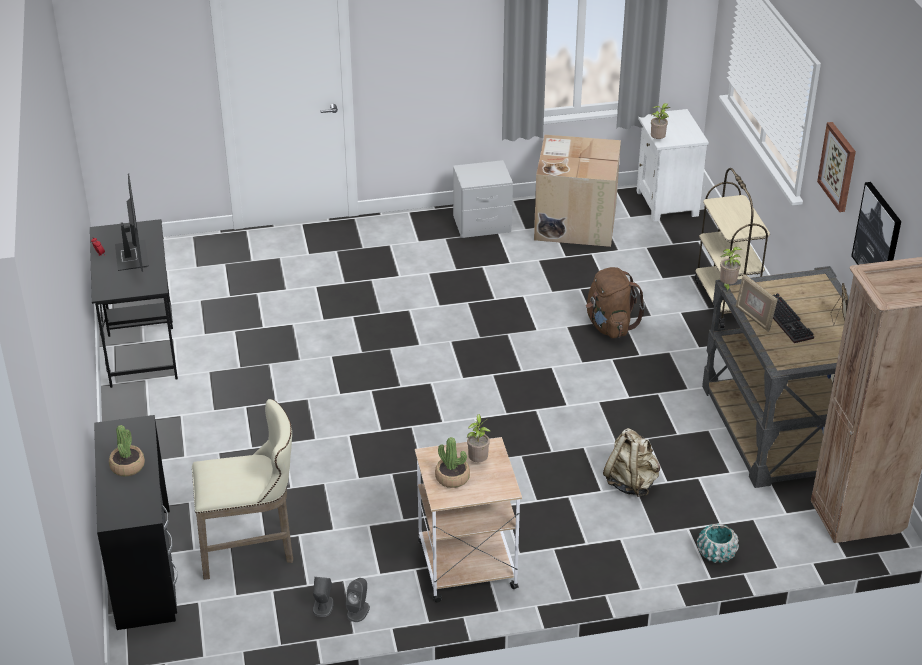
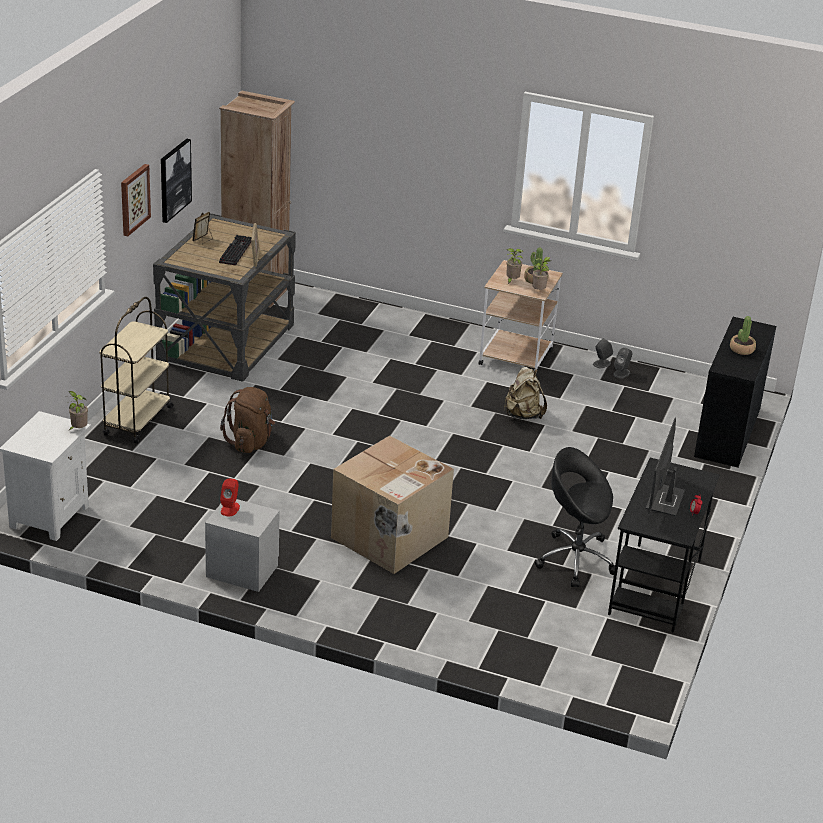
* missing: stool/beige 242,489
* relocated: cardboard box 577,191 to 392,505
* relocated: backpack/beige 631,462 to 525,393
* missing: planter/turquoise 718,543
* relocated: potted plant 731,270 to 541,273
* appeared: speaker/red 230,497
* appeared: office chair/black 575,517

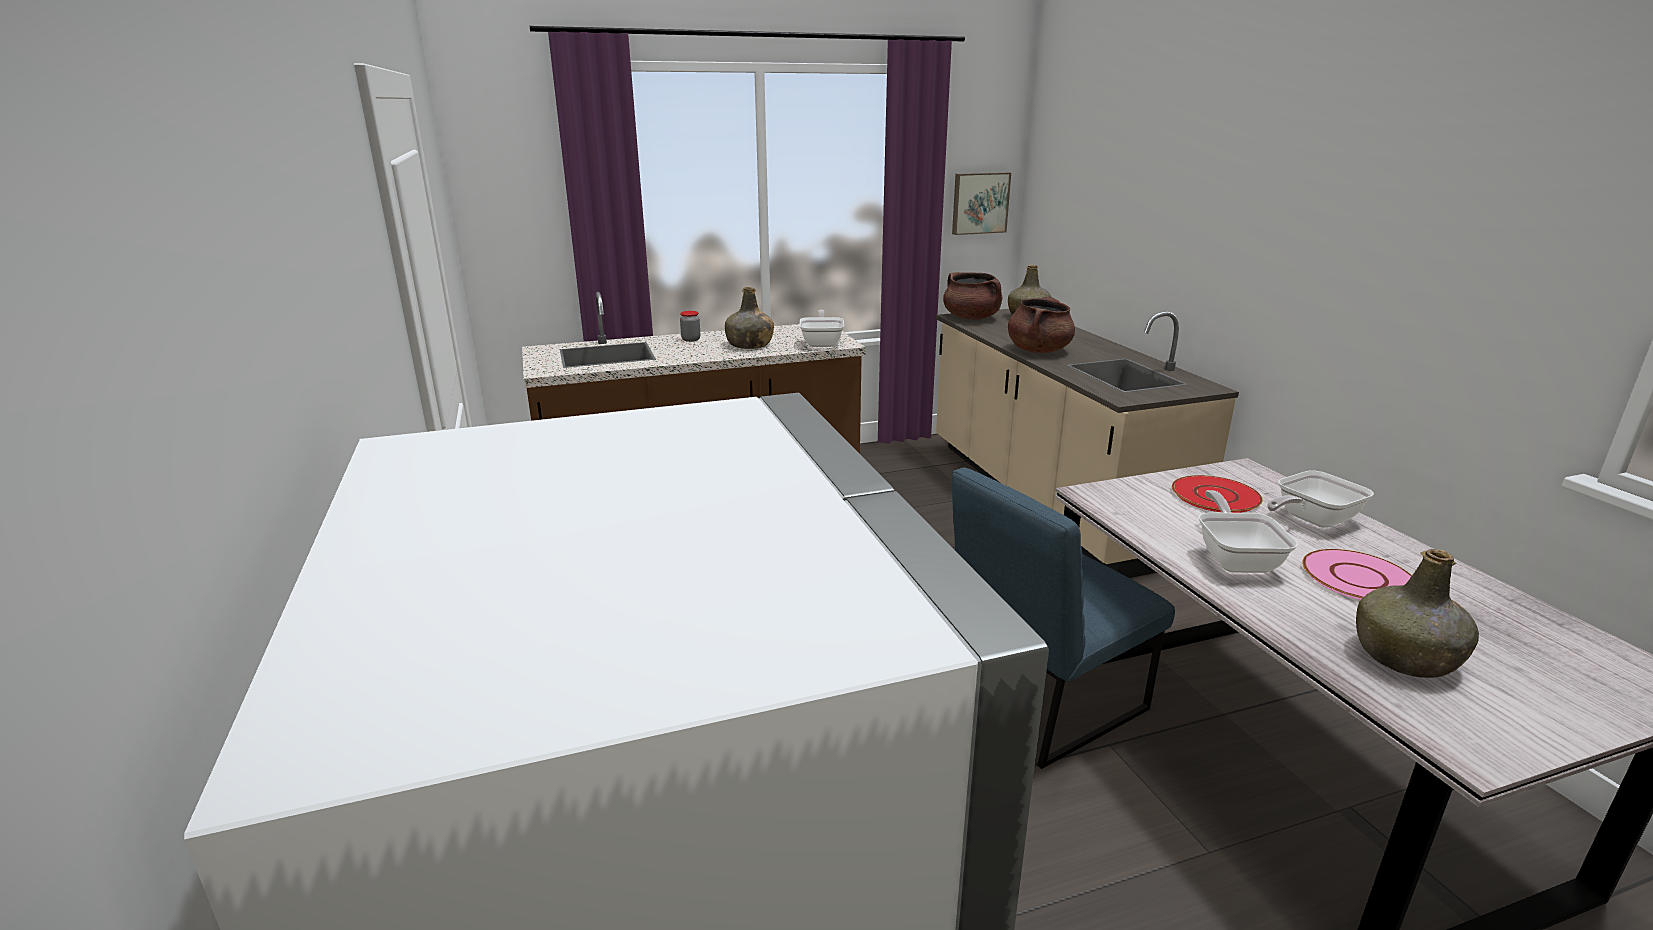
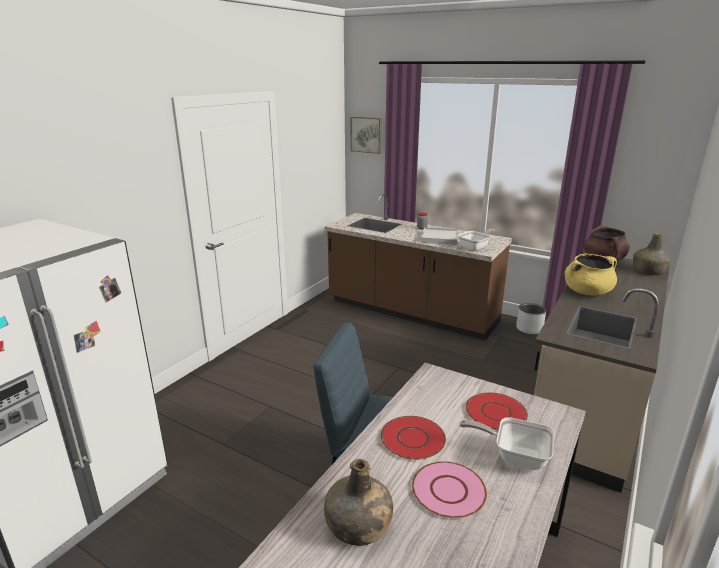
* exchanged: bottle/green 749,318 to tray/white 439,236
* relocated: picture 981,203 to 366,135
* colour: cooking pot/brown 1041,324 to cooking pot/yellow 591,274
* exchanged: frying pan 1248,531 to plate/red 413,438
* appeared: planter/grey 531,319

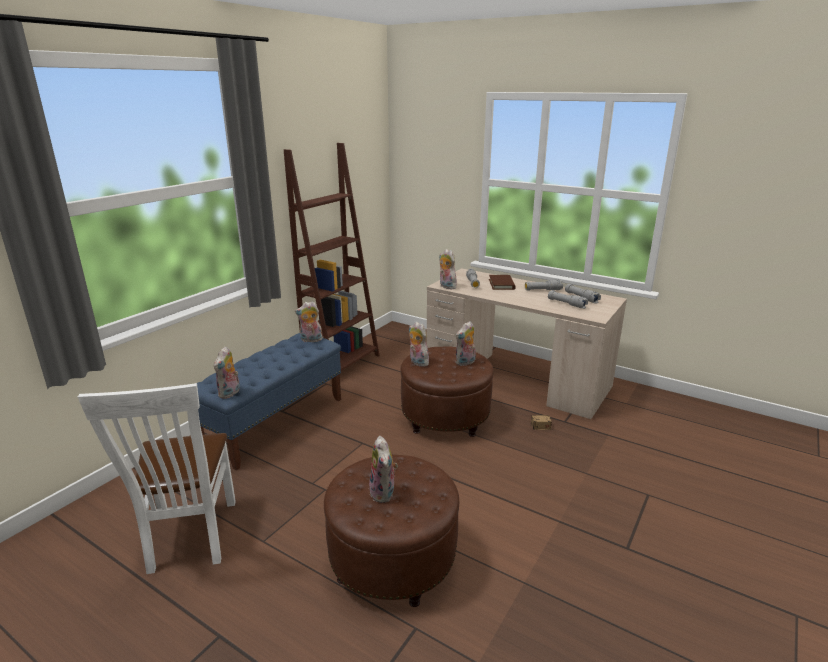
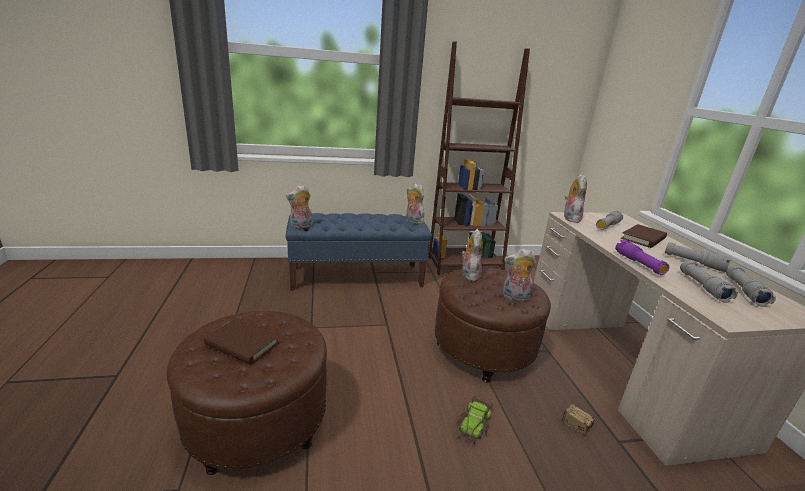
* missing: chair/white 157,478
* exchanged: plush toy 383,469 to book/brown 241,341
* appeared: toy car 474,421
* appeared: flashlight/purple 642,257

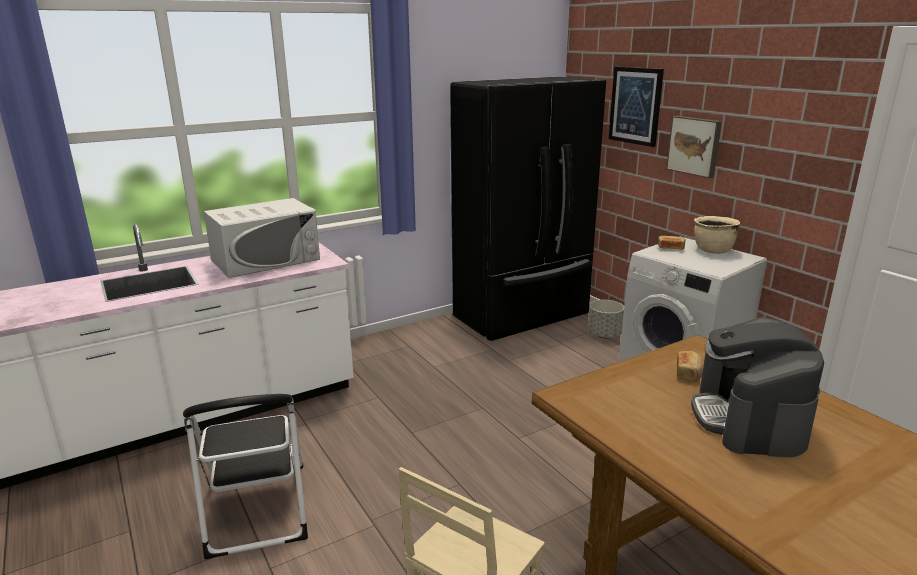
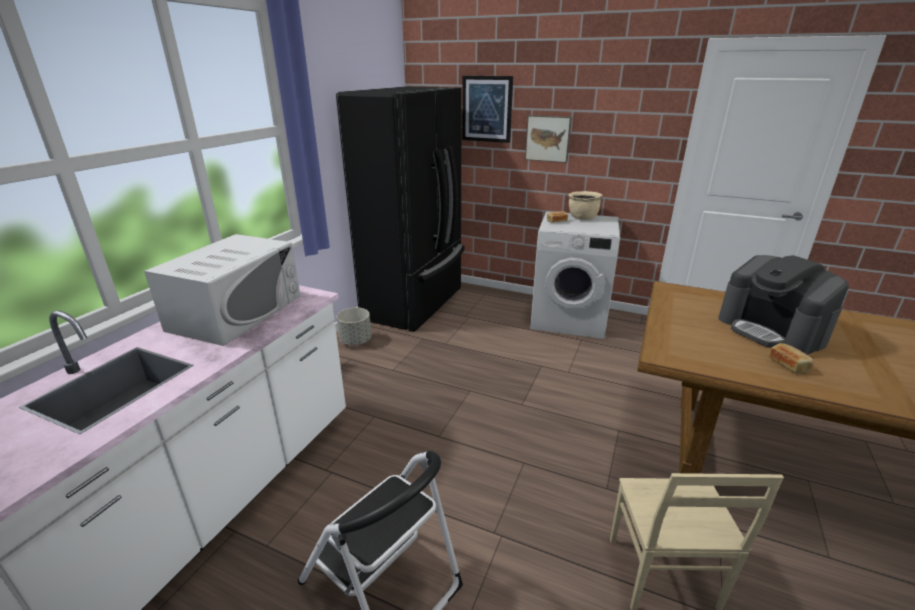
* relocated: planter/grey 606,319 to 354,326
* relocated: bread 690,366 to 791,358

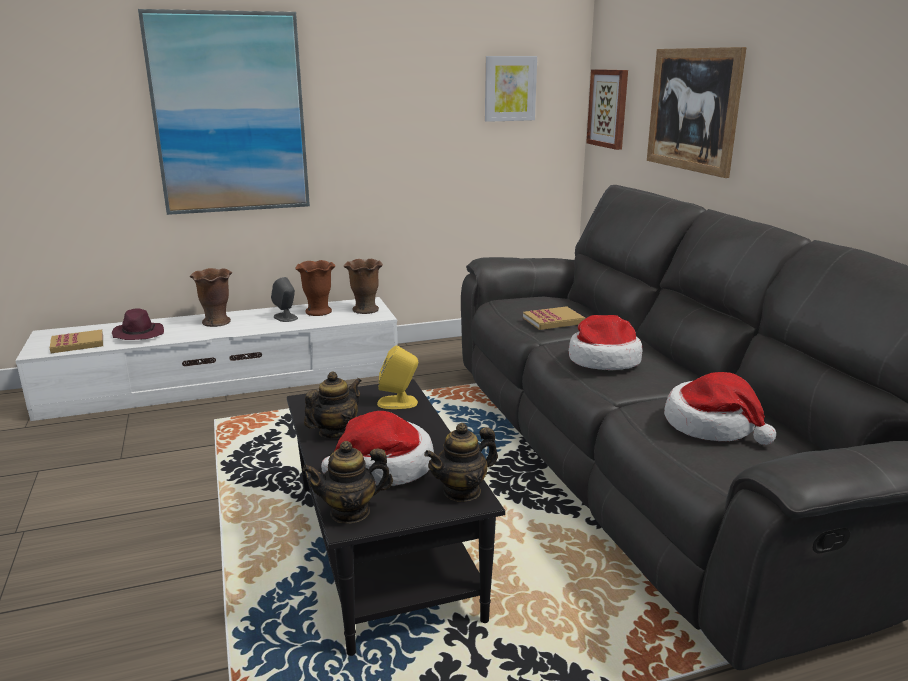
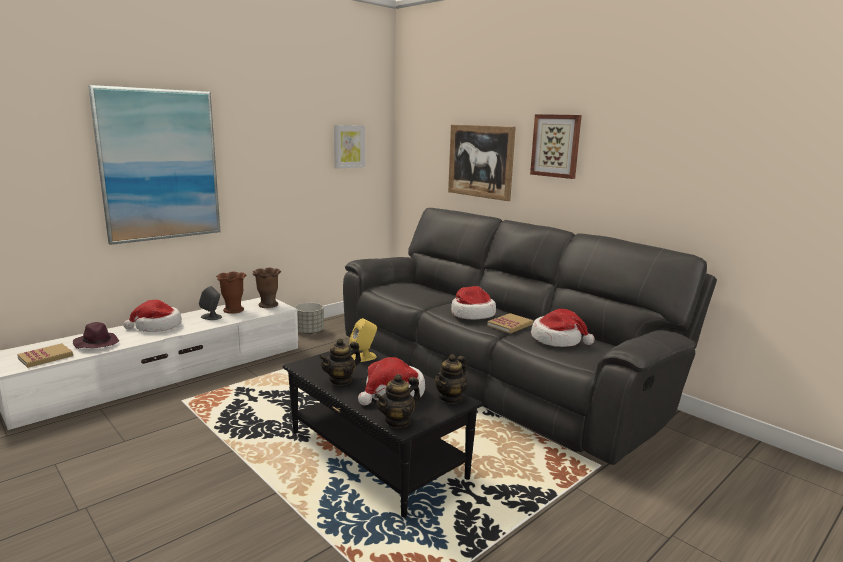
* exchanged: vase/brown 211,297 to hat 152,315
* spun: teapot 333,404 = 340,362 150 degrees counterclockwise
* relocated: book 554,318 to 510,323
* relocated: picture 607,109 to 556,146
* appeared: planter/grey 309,318

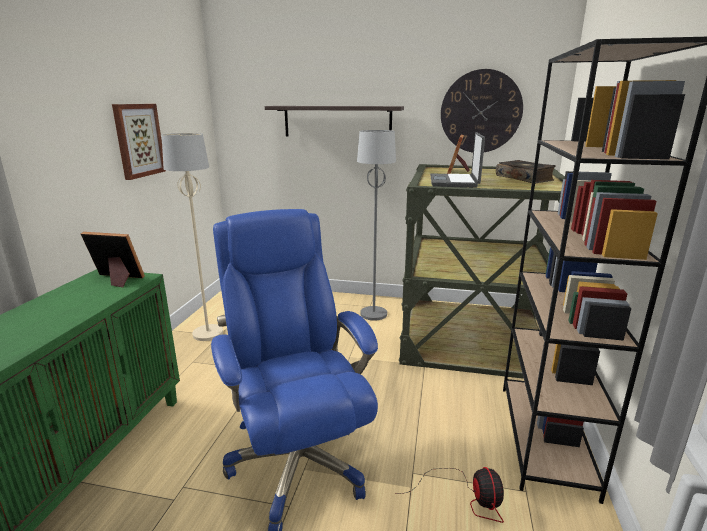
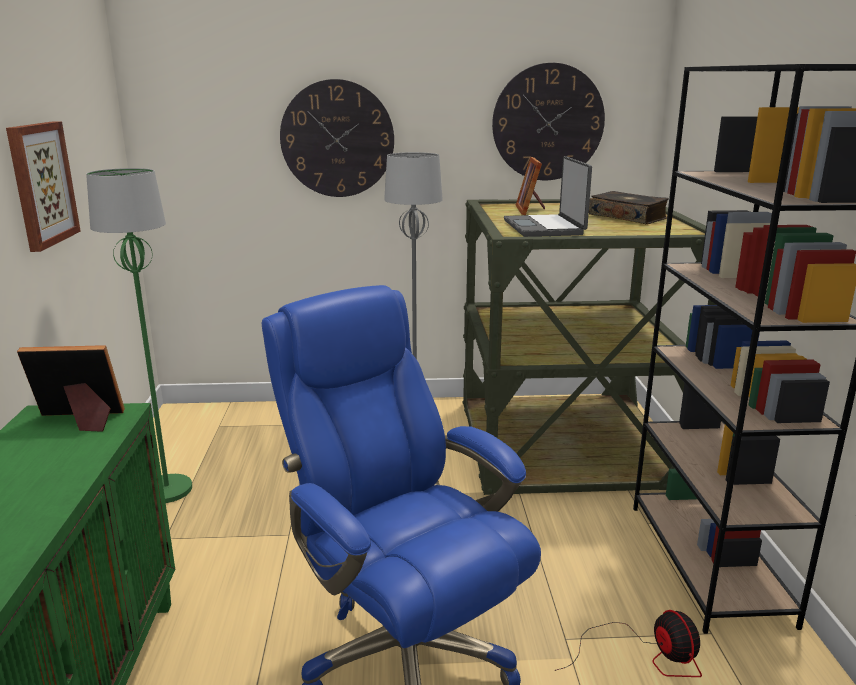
* colour: floor lamp/beige 192,237 to floor lamp/green 139,335
* exchanged: shelf 334,121 to wall clock 337,138

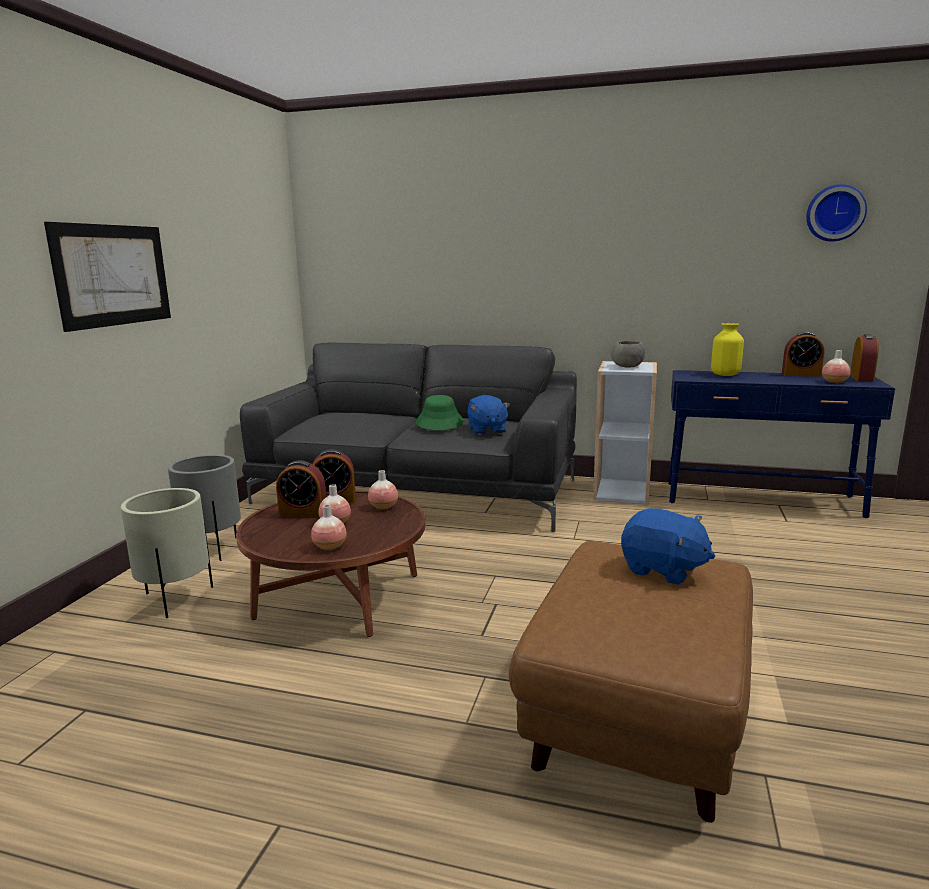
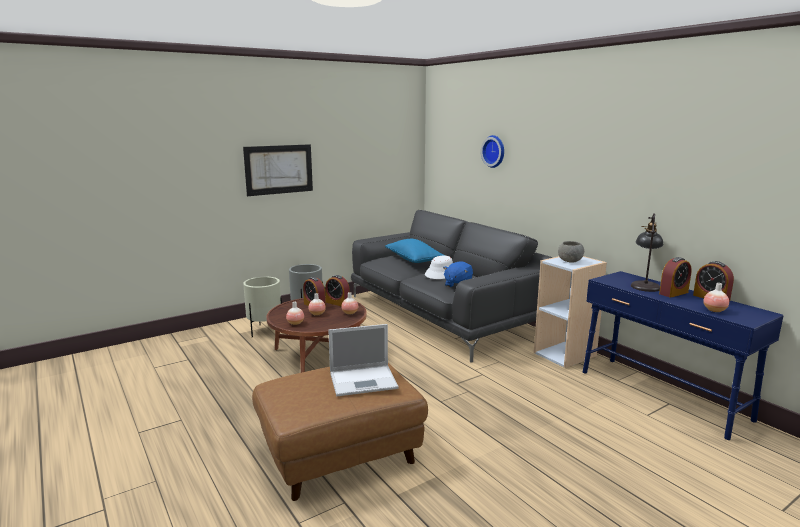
* colour: hat/green 440,413 to hat/white 439,267
* exchanged: plush toy/blue 668,546 to laptop 363,360
* exchanged: vase/yellow 727,349 to table lamp/grey 647,252
* relocated: wall clock 836,213 to 492,151
* relocated: alarm clock 864,358 to 675,277
* appeared: pillow/blue 415,251

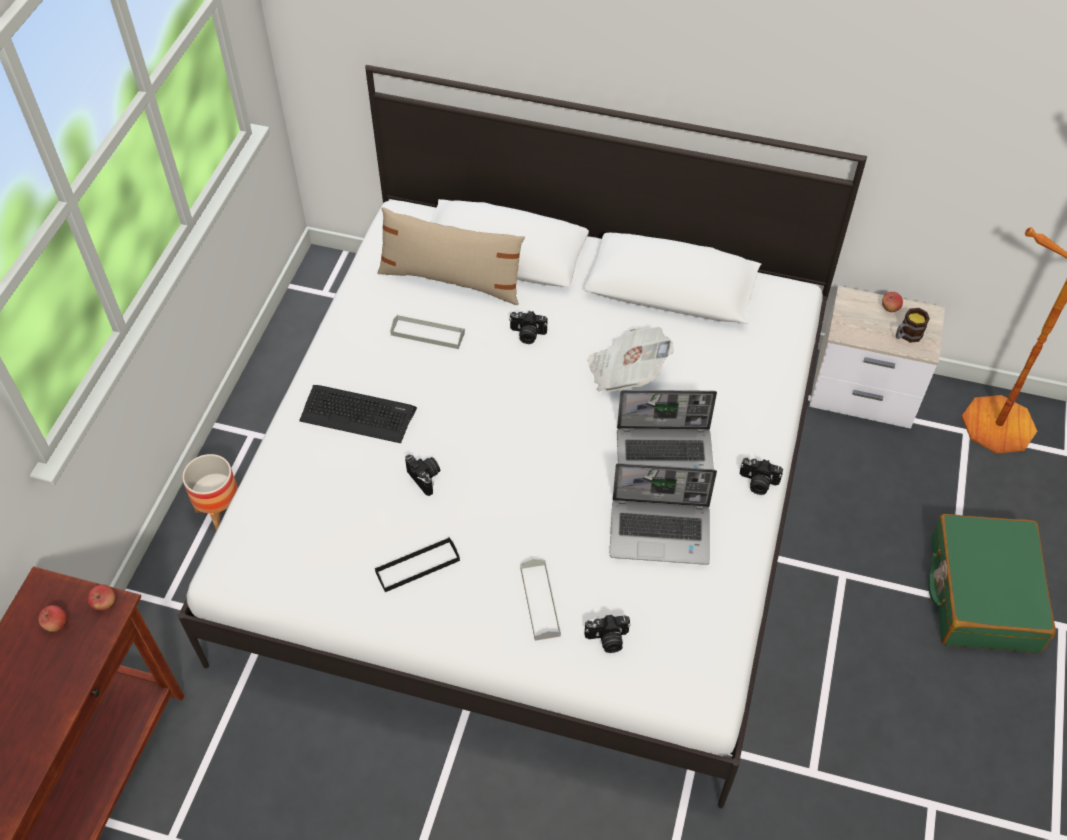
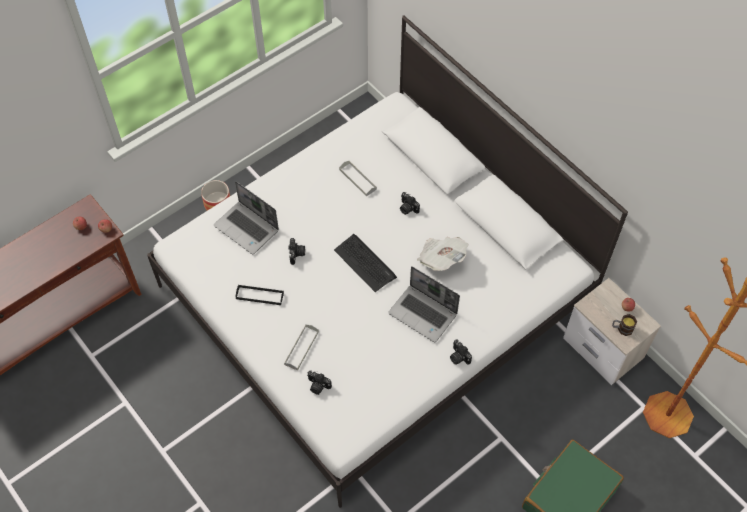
* relocated: keyboard 358,414 to 365,263
* missing: pillow/beige 451,256
* relocated: laptop 663,514 to 246,217

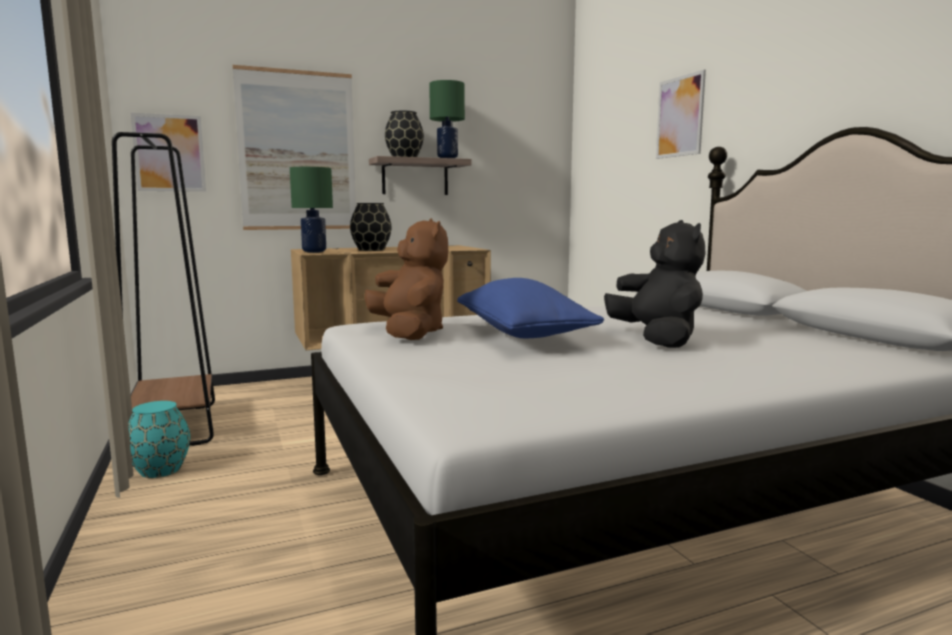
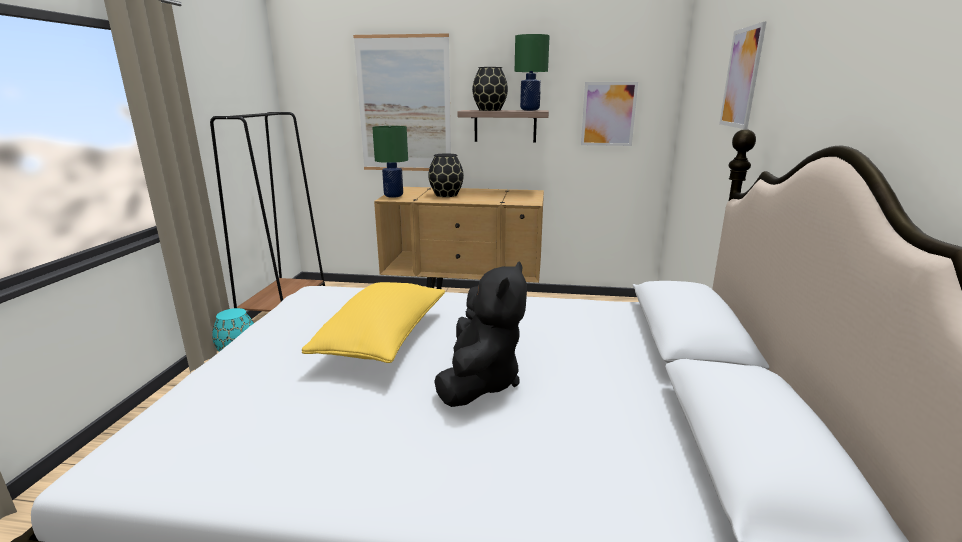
* relocated: picture 168,152 to 609,114
* missing: plush toy/brown 406,279
* colour: pillow/blue 530,308 to pillow/yellow 373,322

